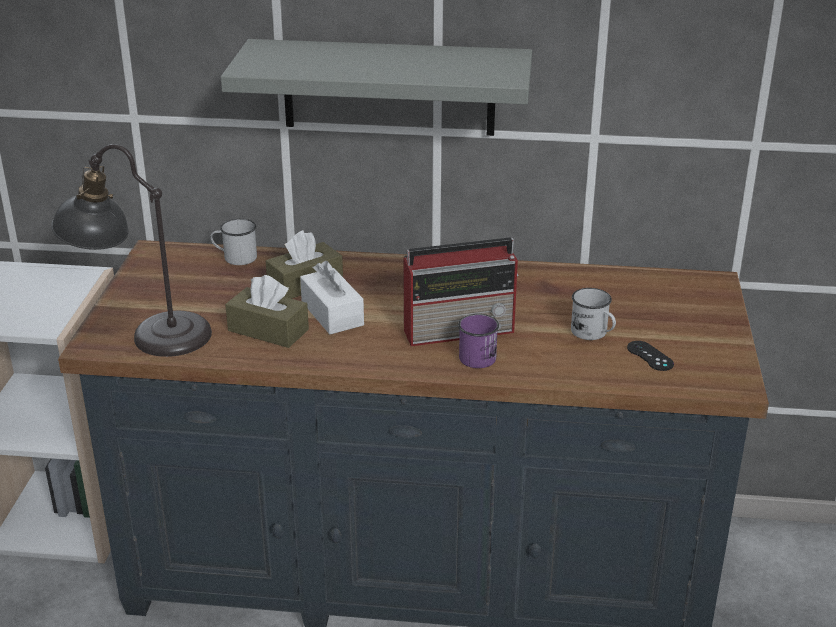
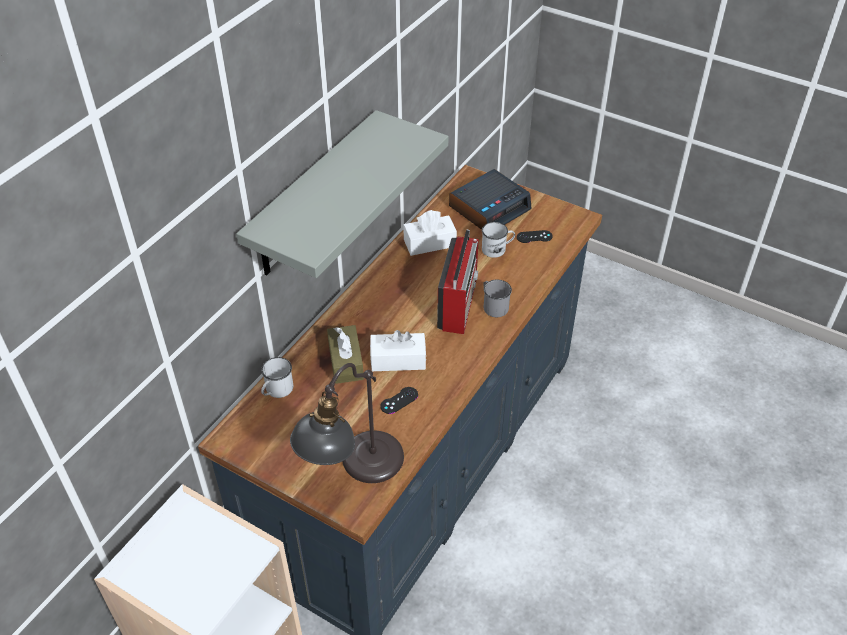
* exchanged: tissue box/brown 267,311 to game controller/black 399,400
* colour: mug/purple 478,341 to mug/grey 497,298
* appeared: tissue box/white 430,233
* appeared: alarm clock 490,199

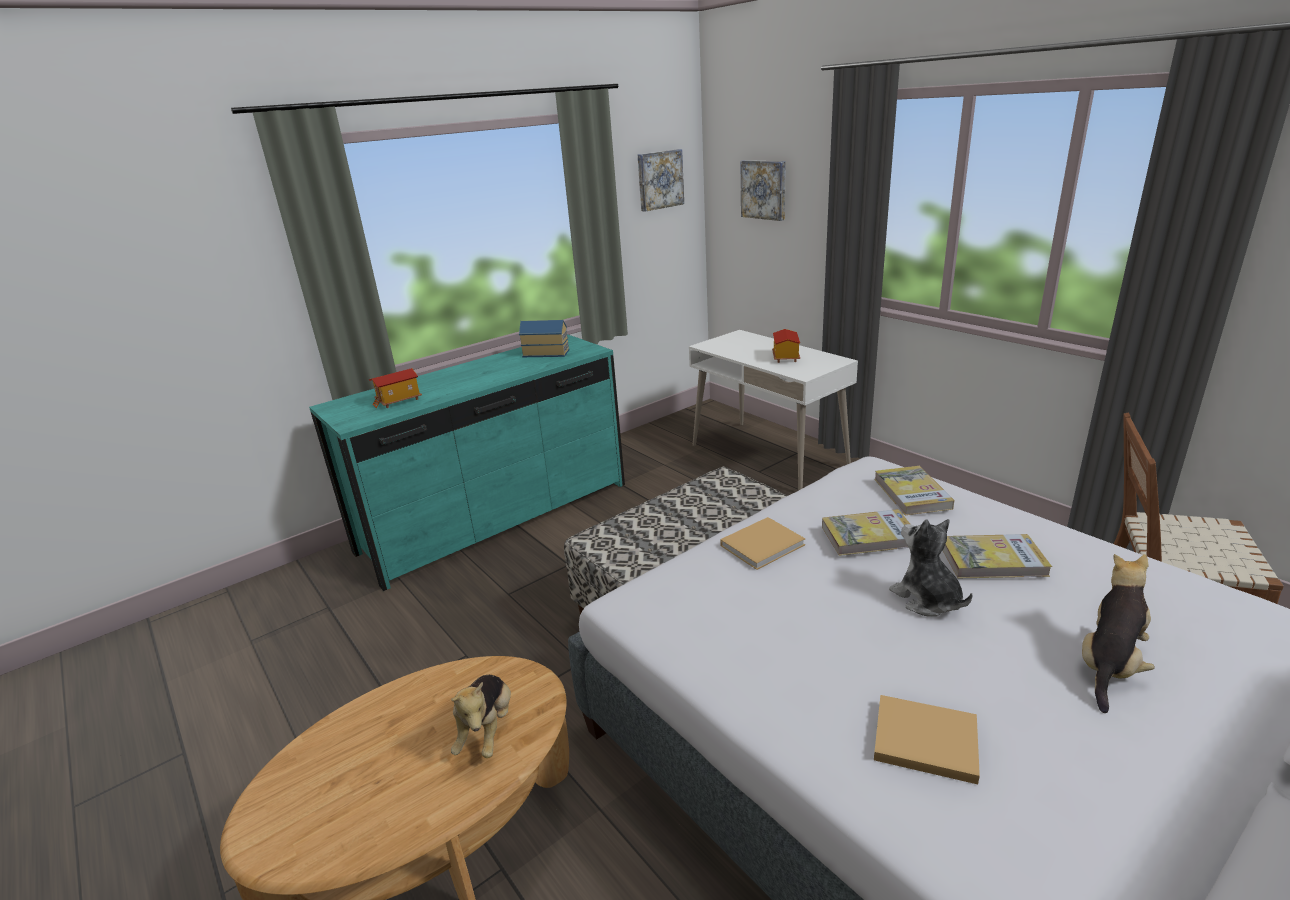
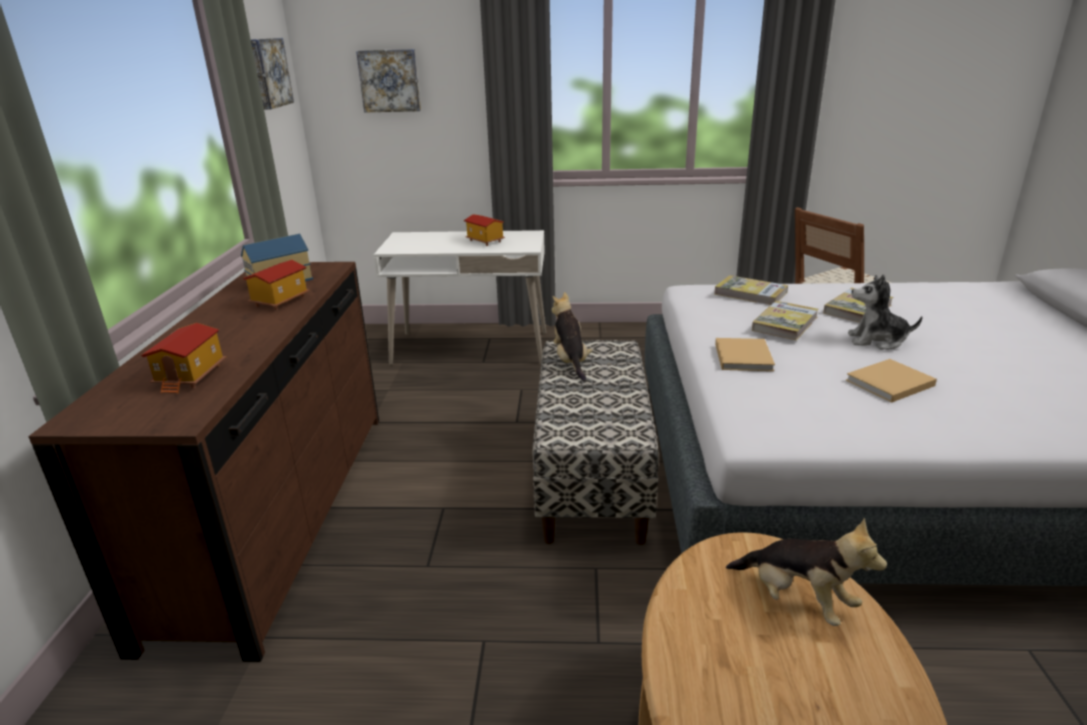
* colour: dresser/turquoise 467,462 to dresser/brown 203,462
* relocated: book/beige 927,739 to 891,381
* relocated: plush toy 1118,633 to 572,336
* appeared: toy house 276,285

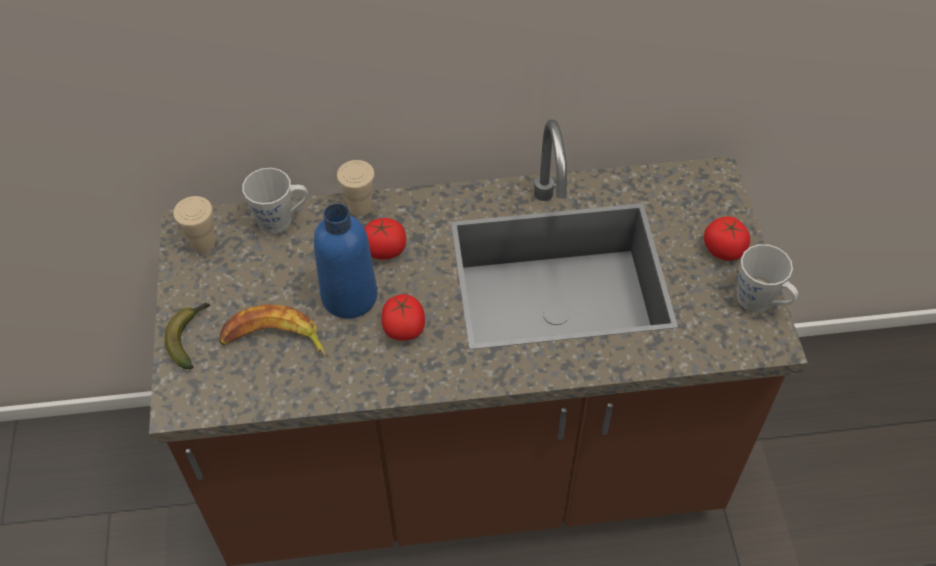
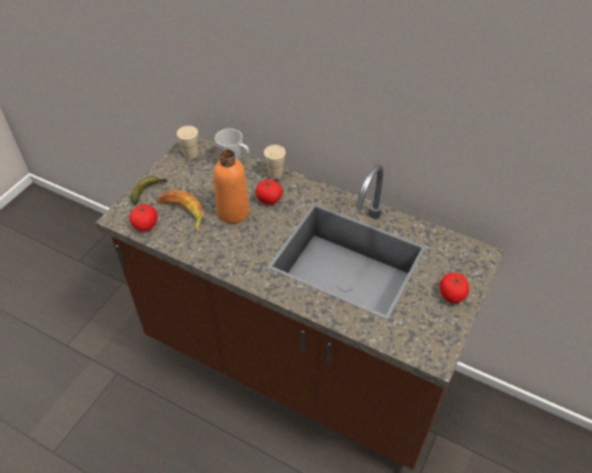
* colour: bottle/blue 345,261 to bottle/orange 231,186
* relocated: tomato 403,317 to 143,217
* missing: mug/grey 767,278

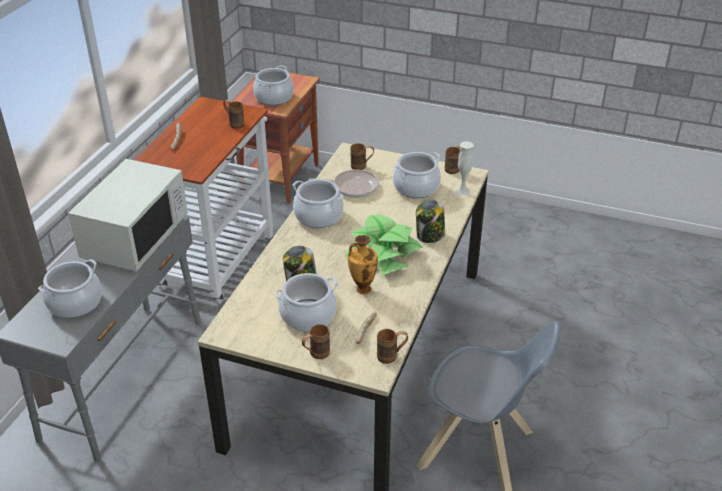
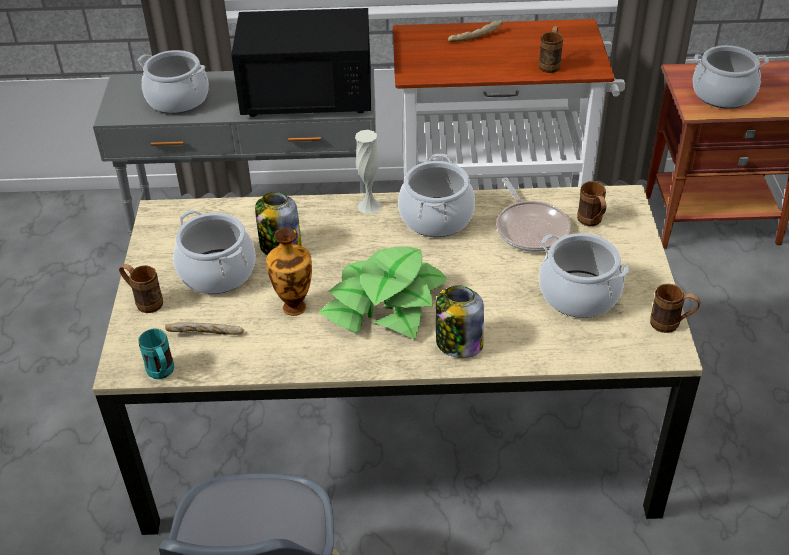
* colour: microwave/white 128,215 to microwave/black 301,62
* colour: mug/brown 392,346 to mug/turquoise 156,353
* relocated: vase/white 464,168 to 368,172

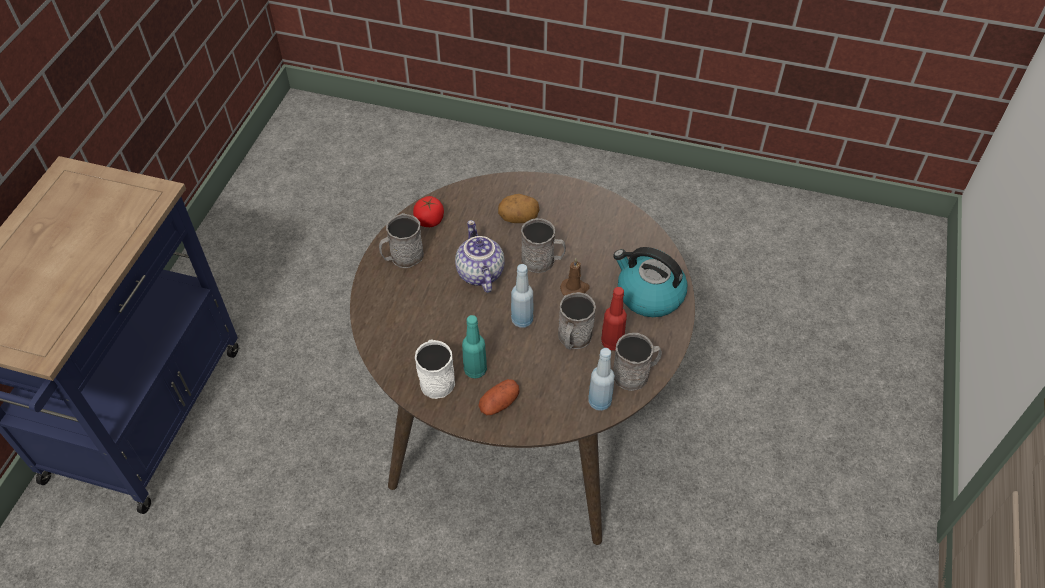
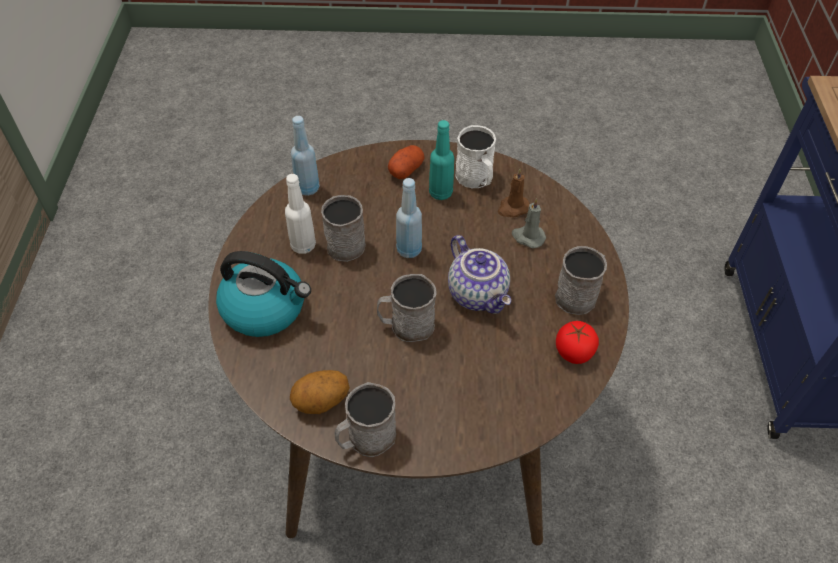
* relocated: potato 519,208 to 320,392
* relocated: candle/brown 575,277 to 514,193
* colour: bottle/red 614,318 to bottle/white 300,214
* relocated: mug/grey 637,362 to 365,419
* appeared: candle/grey 529,223

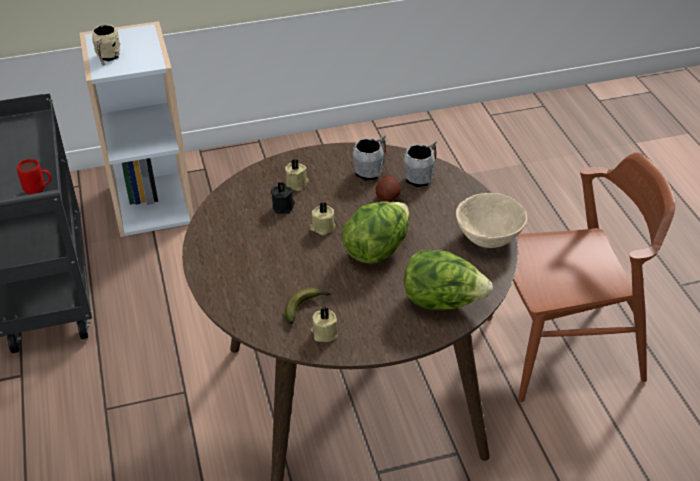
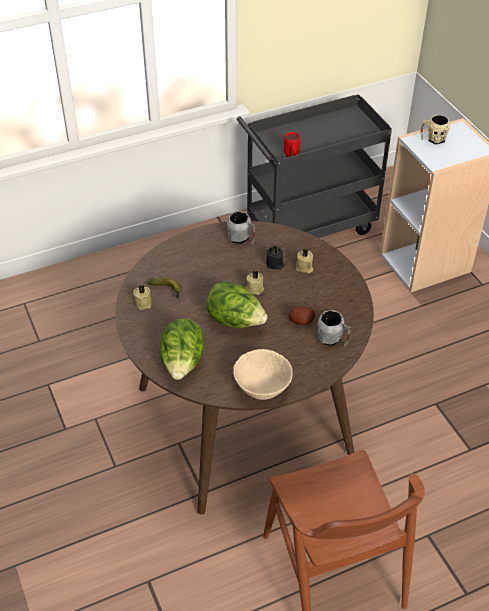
* relocated: mug/grey 369,158 to 241,227

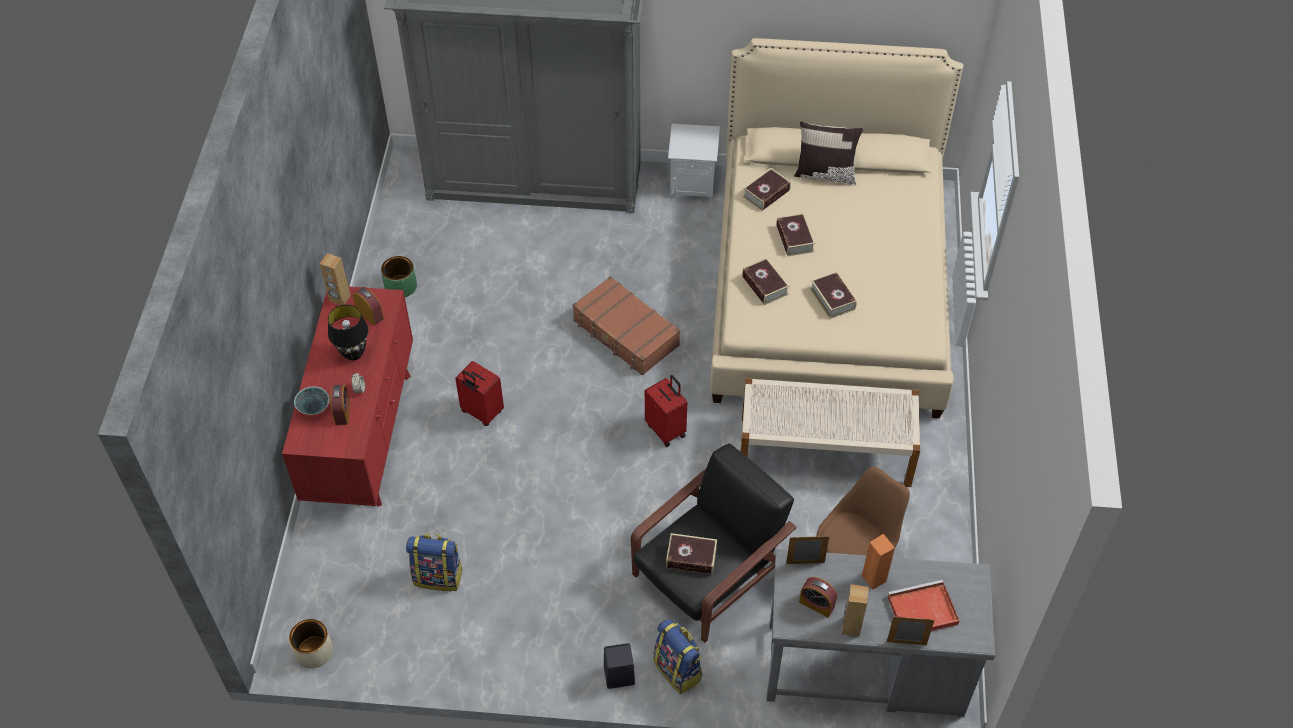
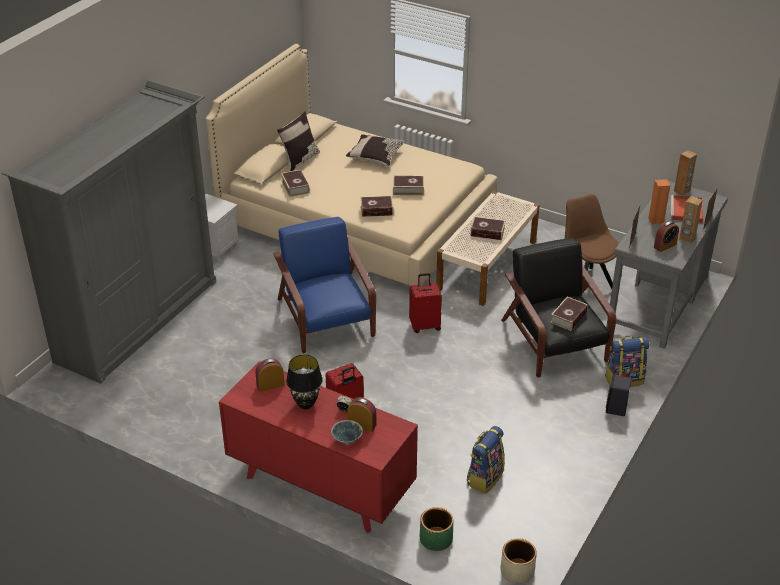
* relocated: speaker/brown 335,279 to 685,172
* relocated: planter/green 399,276 to 437,529
* exchanged: suitcase/brown 626,325 to armchair/blue 324,285
* relocated: book 795,234 to 488,228
* appeared: pillow 375,150

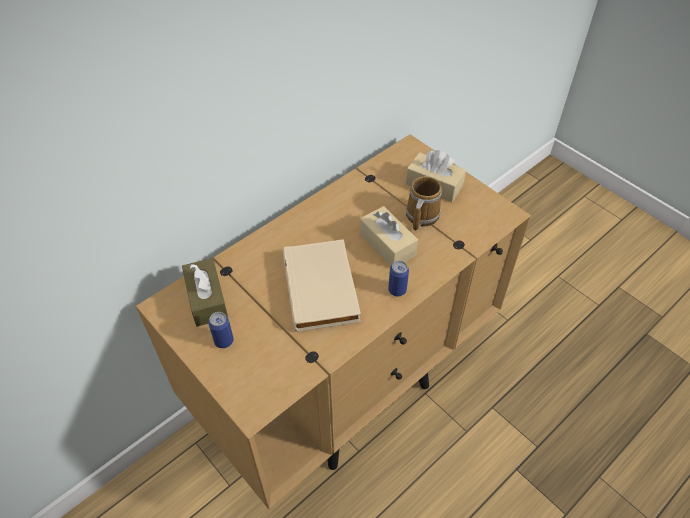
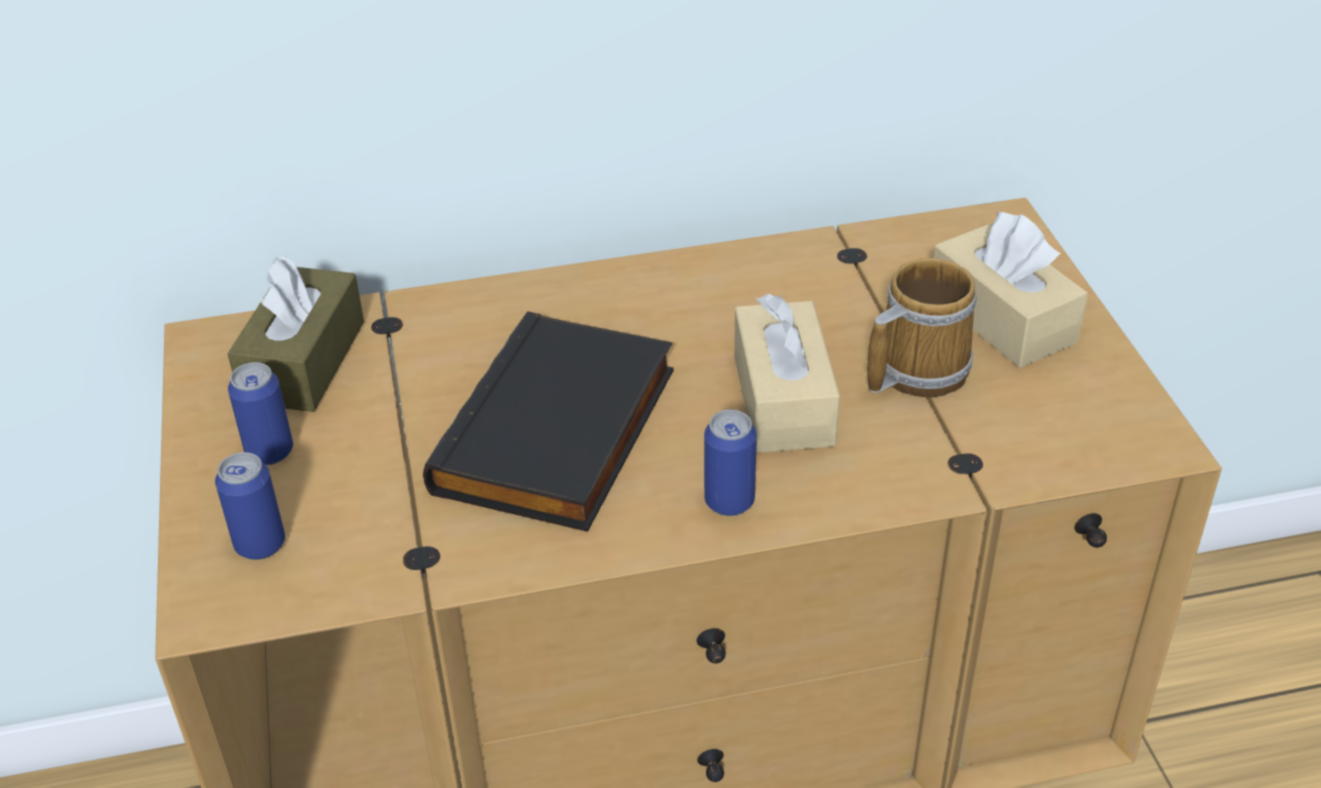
* colour: book/beige 322,285 to book/black 548,421
* appeared: can 250,506

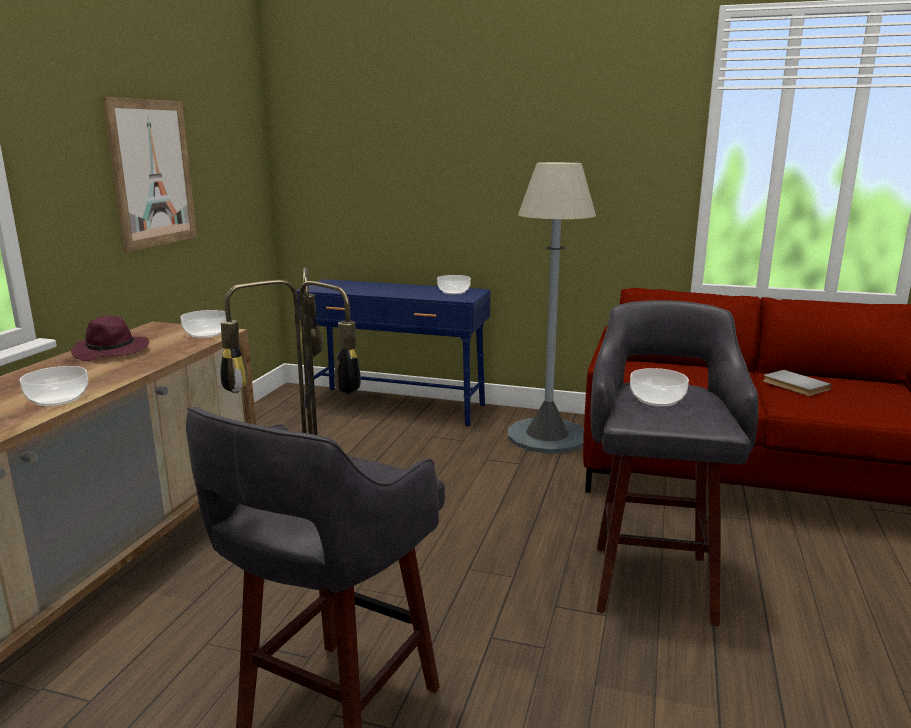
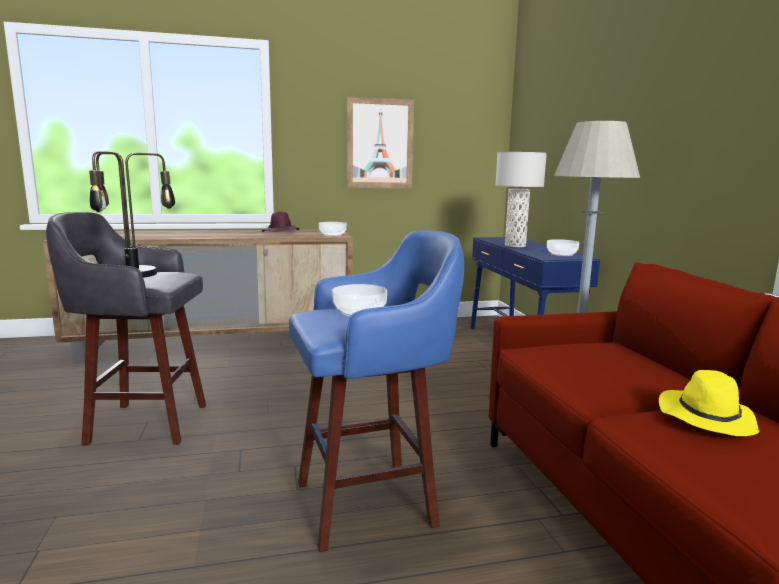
* missing: bowl 53,386
* colour: stool/grey 674,463 to stool/blue 376,391
* exchanged: book/grey 797,383 to hat/yellow 709,403
* appeared: table lamp/white 521,199

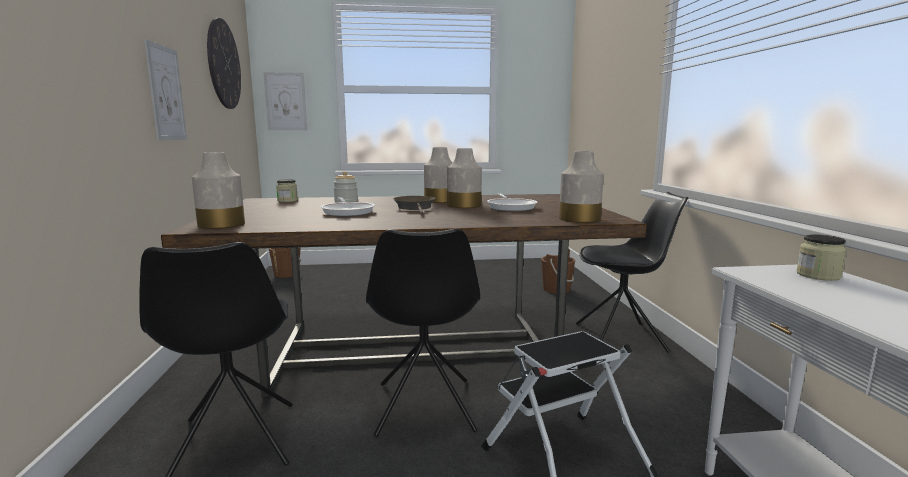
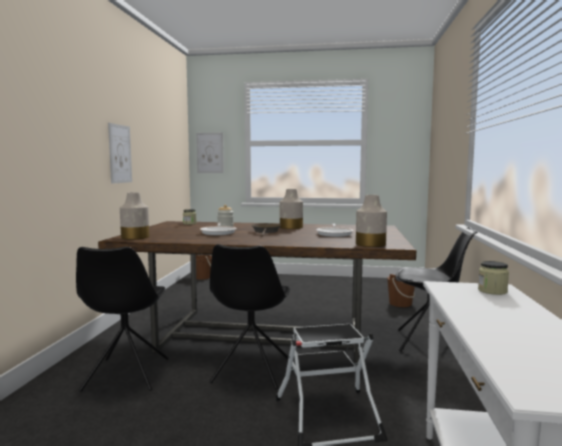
* missing: wall clock 224,63
* missing: vase/beige 464,178

